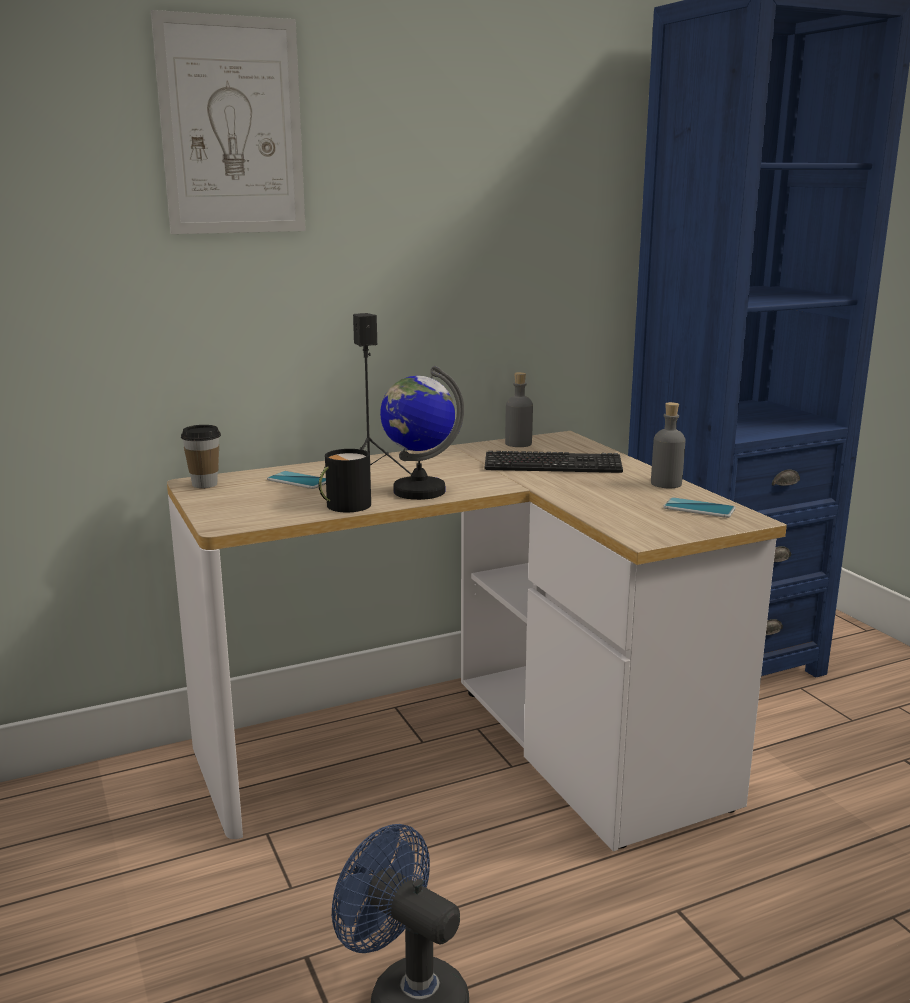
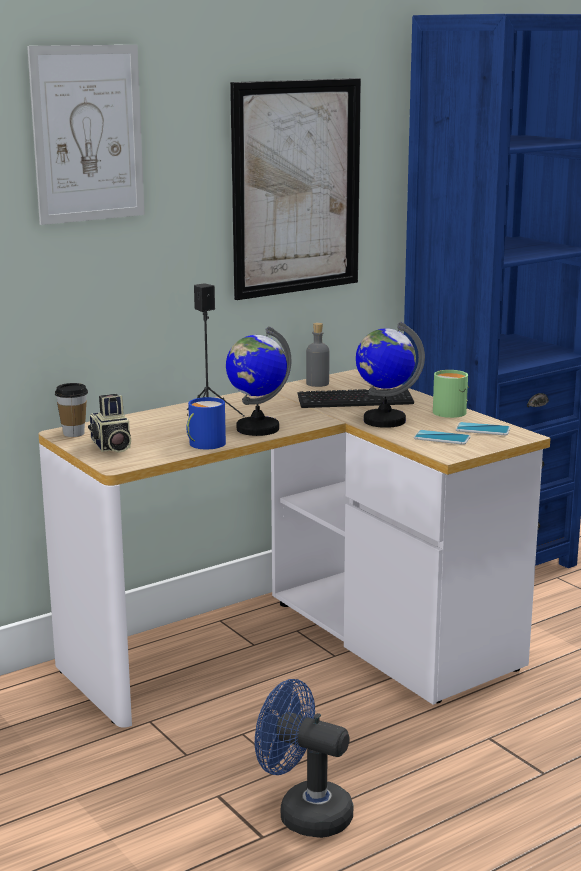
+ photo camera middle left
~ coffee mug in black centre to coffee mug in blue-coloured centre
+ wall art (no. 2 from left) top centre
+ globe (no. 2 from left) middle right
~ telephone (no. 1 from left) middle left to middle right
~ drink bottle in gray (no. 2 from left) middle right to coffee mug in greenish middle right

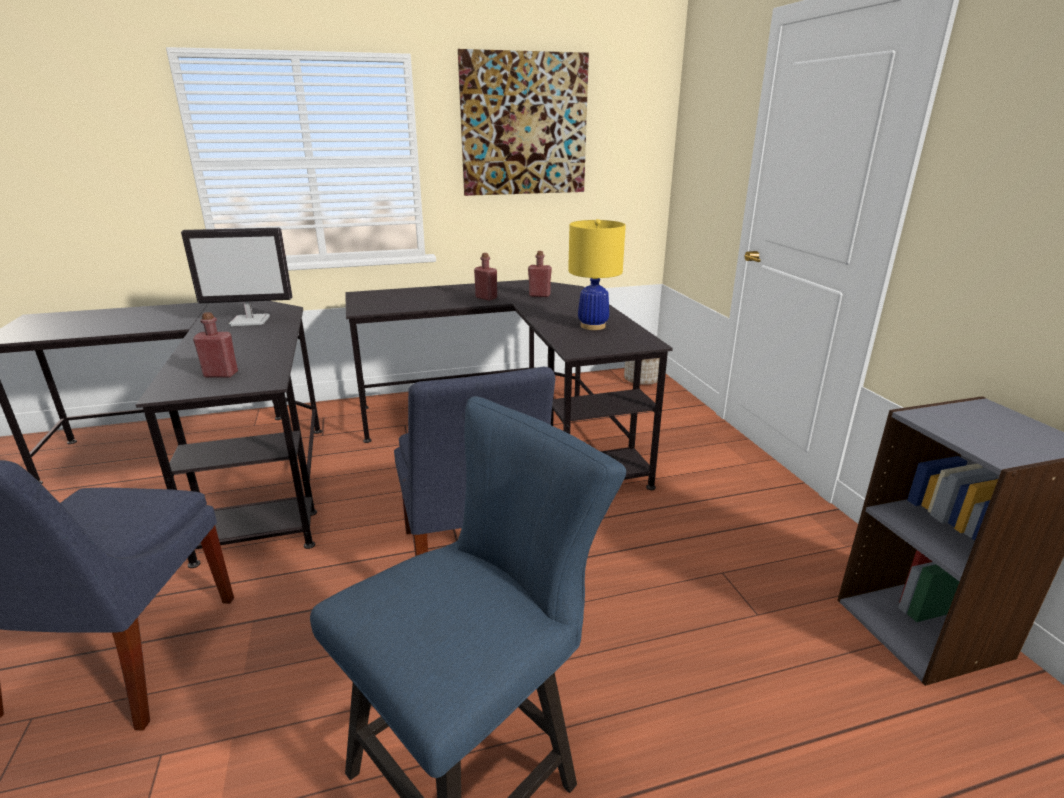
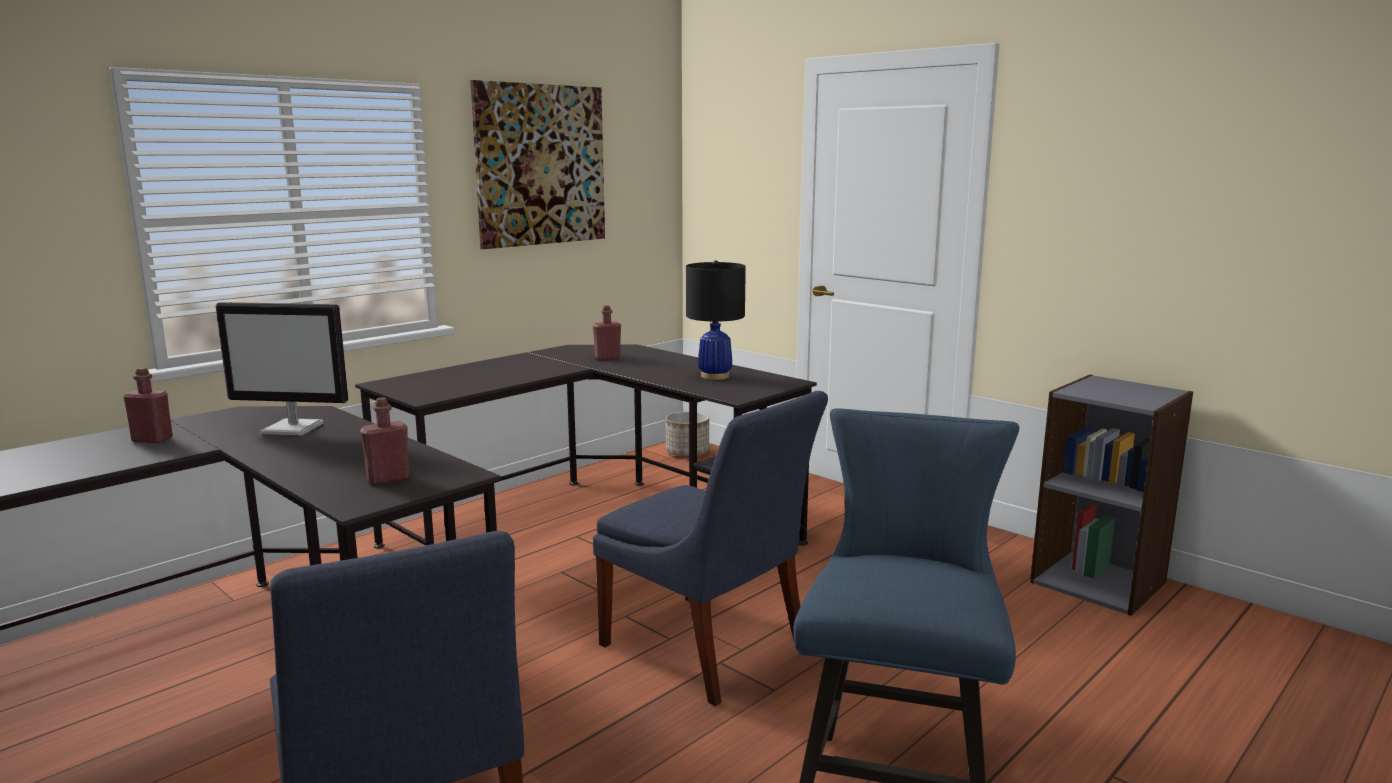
~ drink bottle in red (no. 2 from left in the first image) centre to drink bottle in red (no. 1 from left) middle left
~ computer display middle left = middle left 45 degrees clockwise
~ tabletop lamp in yellow centre to tabletop lamp in black centre

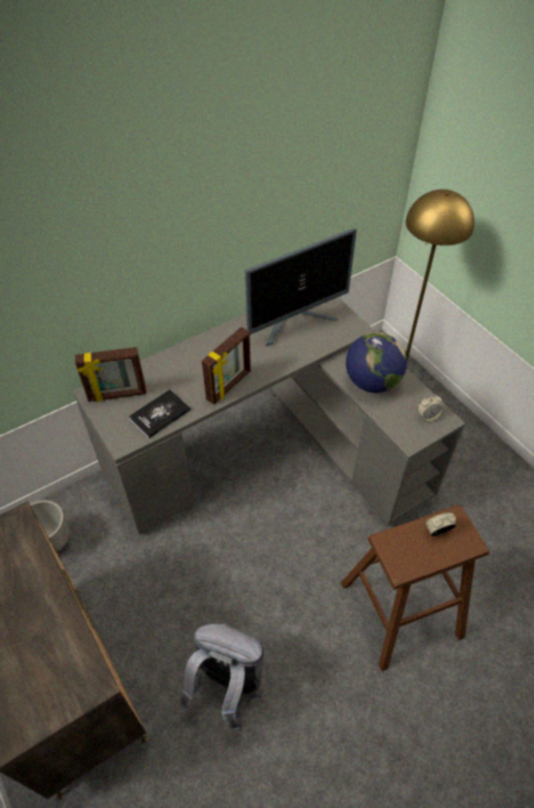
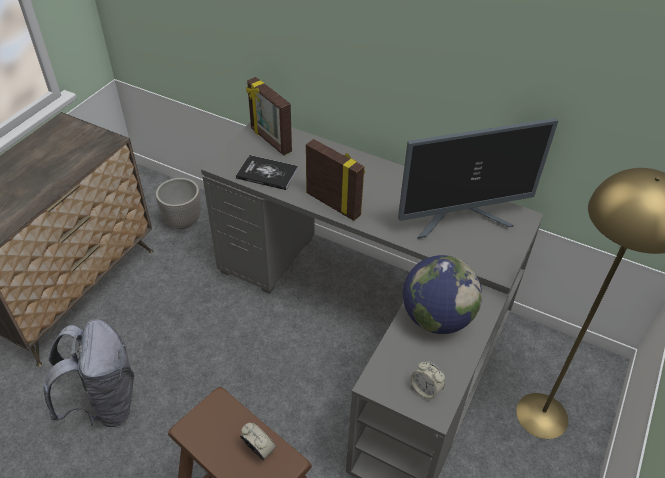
~ photo frame (no. 2 from left) centre = centre 150 degrees counterclockwise
~ computer display centre = middle right 45 degrees counterclockwise

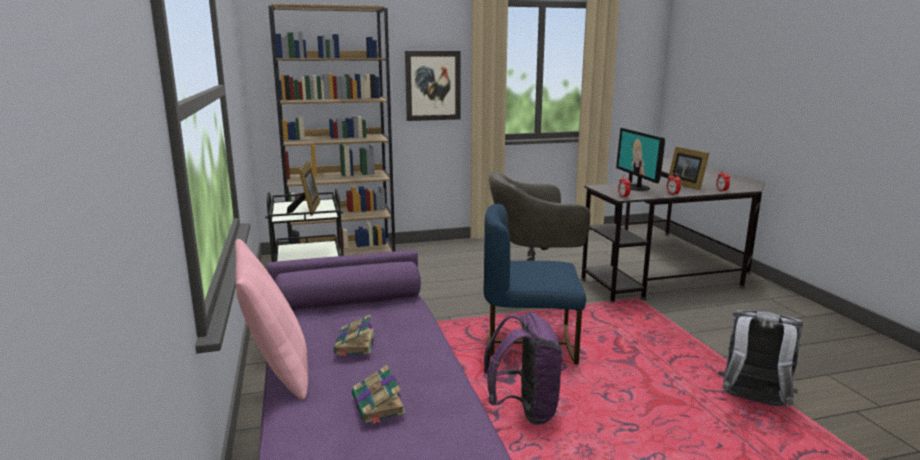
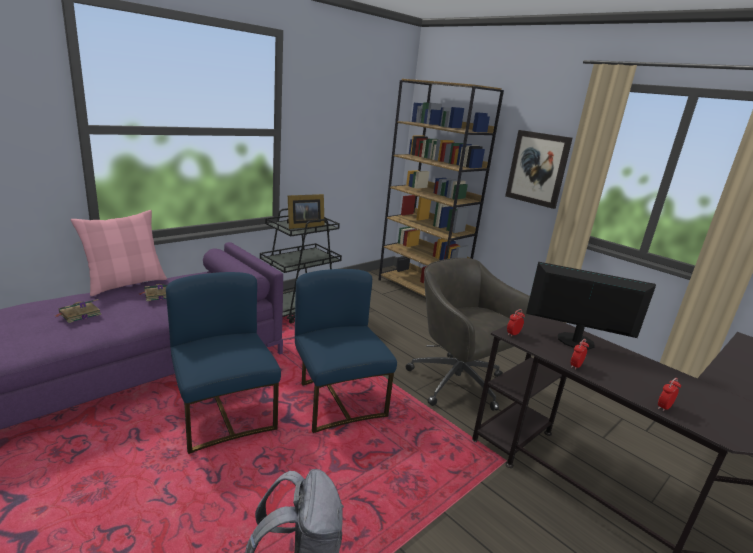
~ knapsack in purple bottom centre to plain chair in blue-coloured (no. 1 from left) middle left
~ computer display middle right = middle right 60 degrees clockwise
- photo frame (no. 2 from left) middle right

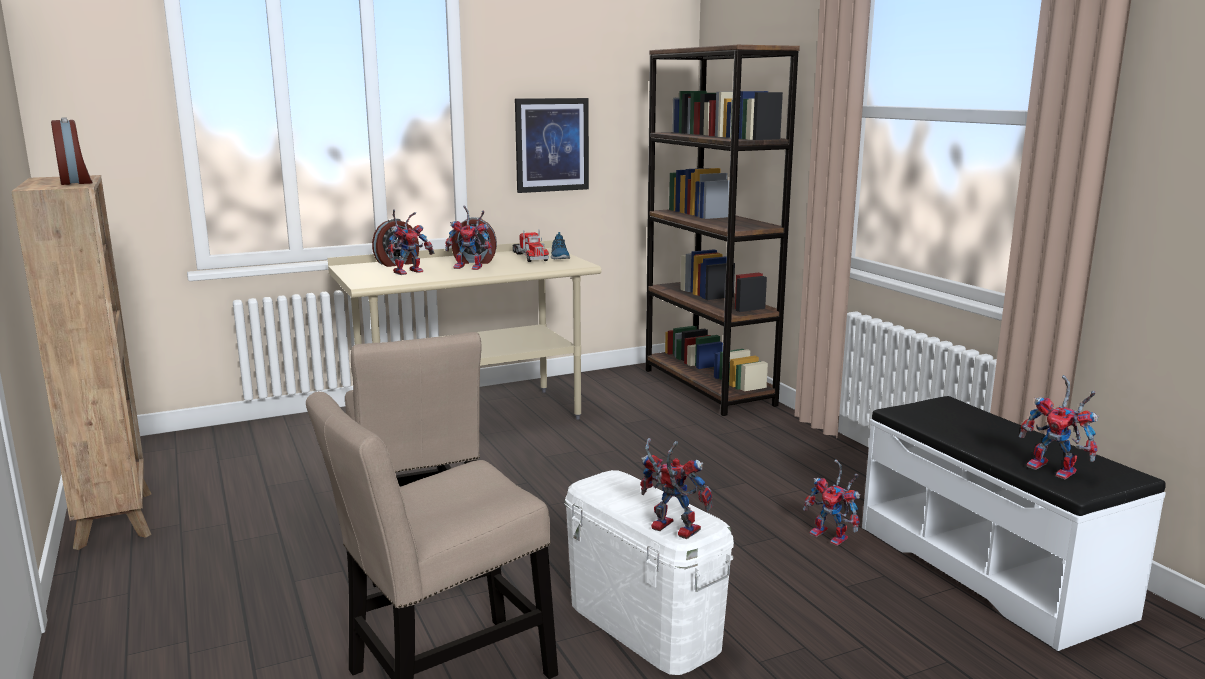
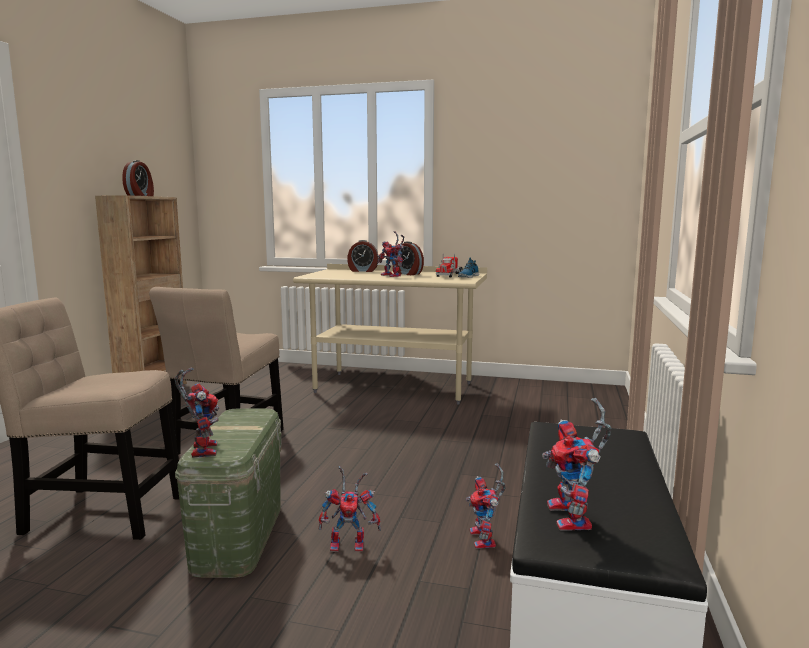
~ storage container in whitish bottom centre to storage container in greenish bottom left
~ robot figure (no. 1 from left in the first image) centre to robot figure (no. 2 from left) bottom centre
- wall art top centre
- shelving unit in brown (no. 2 from left) centre

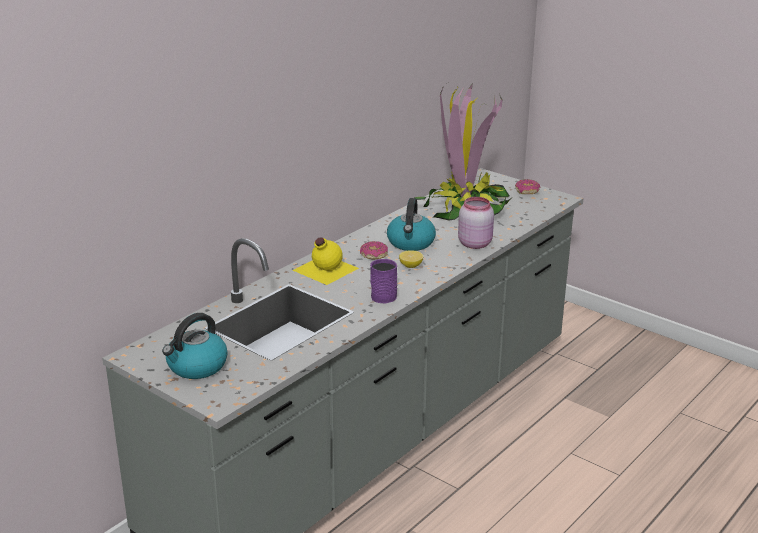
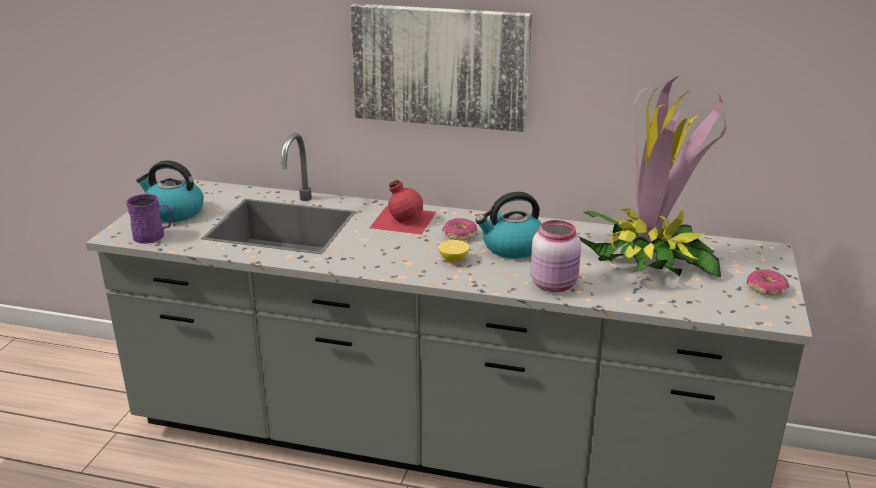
~ coffee mug in purple centre to middle left
+ wall art top centre
~ drink bottle in yellow centre to drink bottle in red centre

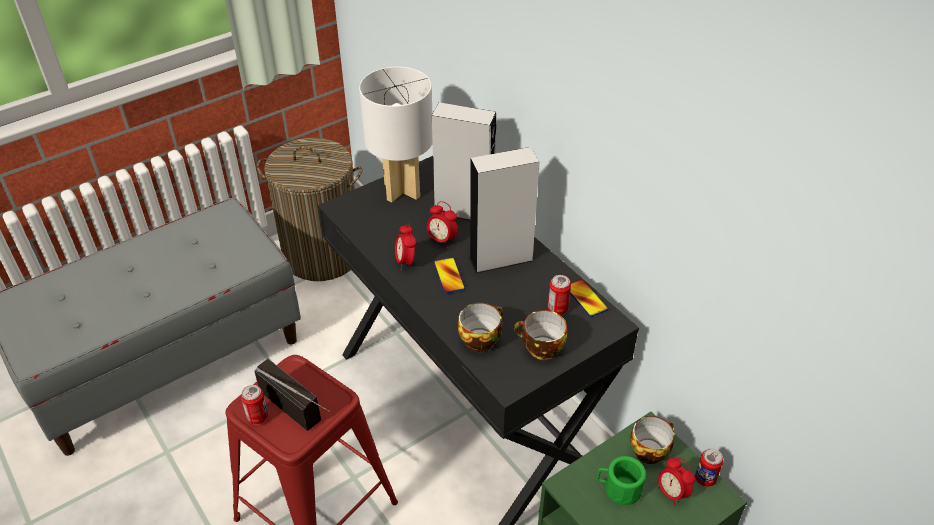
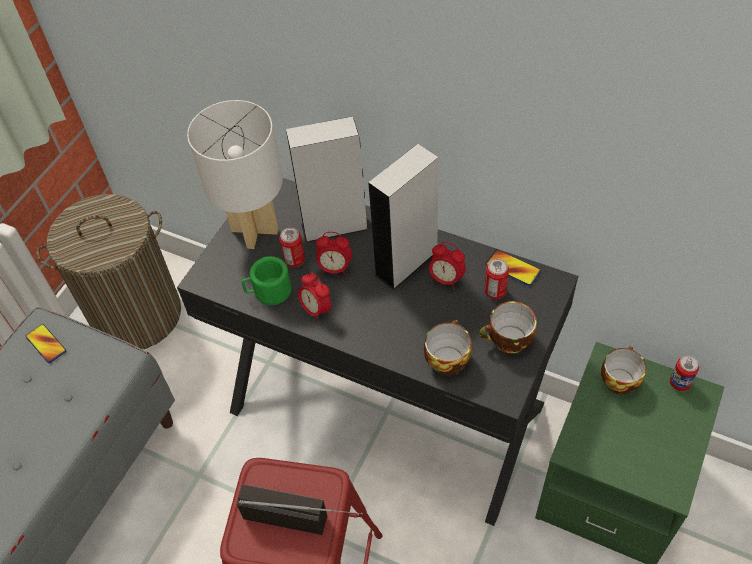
~ telephone (no. 1 from left) centre to middle left
~ coffee mug in greenish bottom centre to centre
~ sealed can (no. 1 from left) bottom left to centre
~ bedside clock (no. 3 from left) bottom right to centre

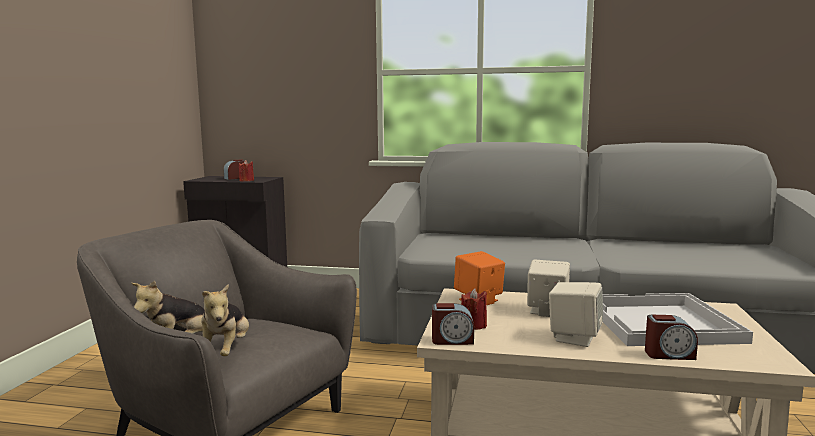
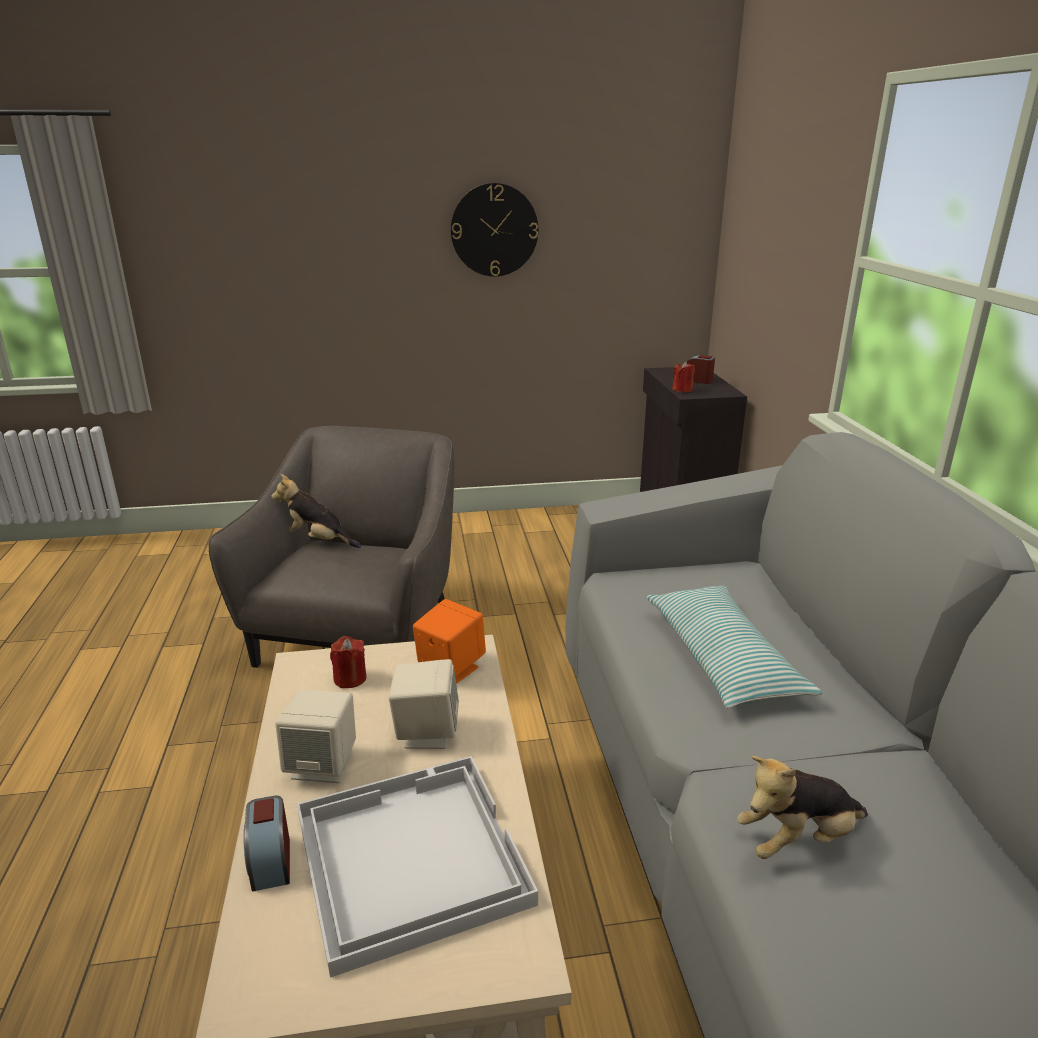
+ wall clock top centre
+ pillow middle right
~ plush toy (no. 2 from left) bottom left to bottom right
- bedside clock (no. 2 from left) bottom centre

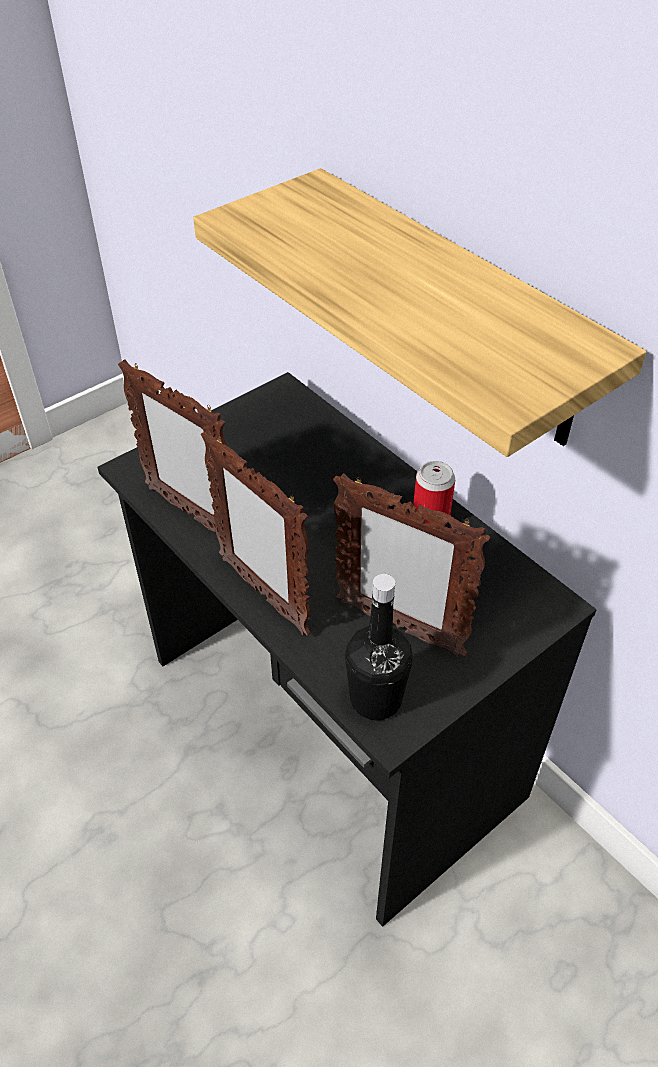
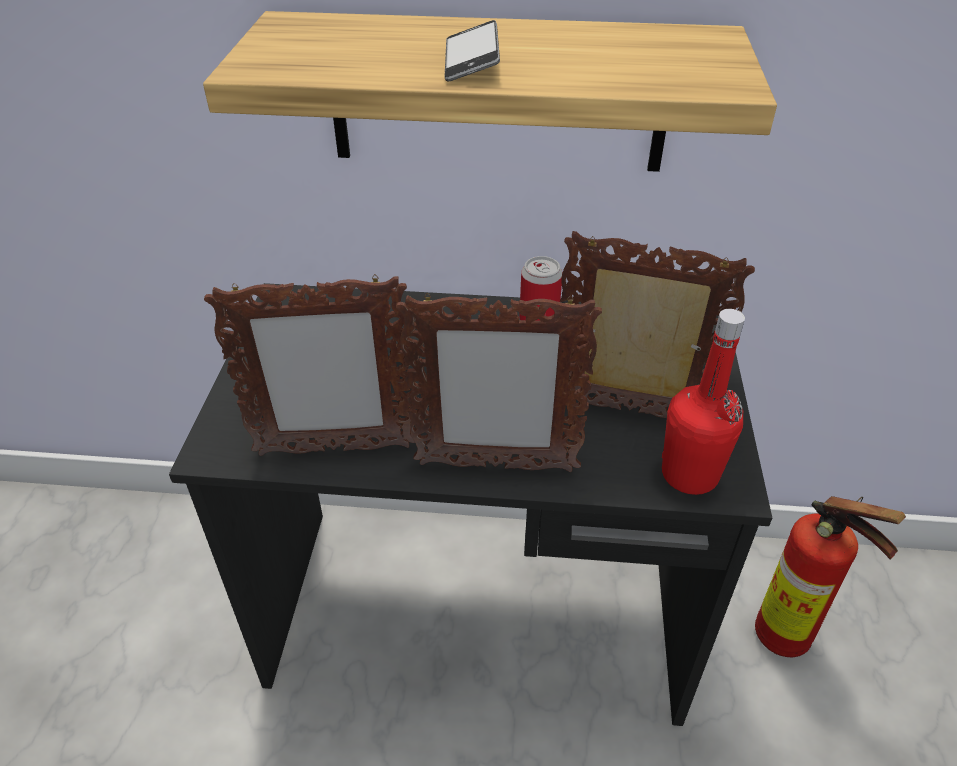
+ telephone top centre
~ photo frame (no. 3 from left) centre = middle right 150 degrees counterclockwise
~ drink bottle in black centre to drink bottle in red middle right
+ fire-fighting cylinder bottom right

